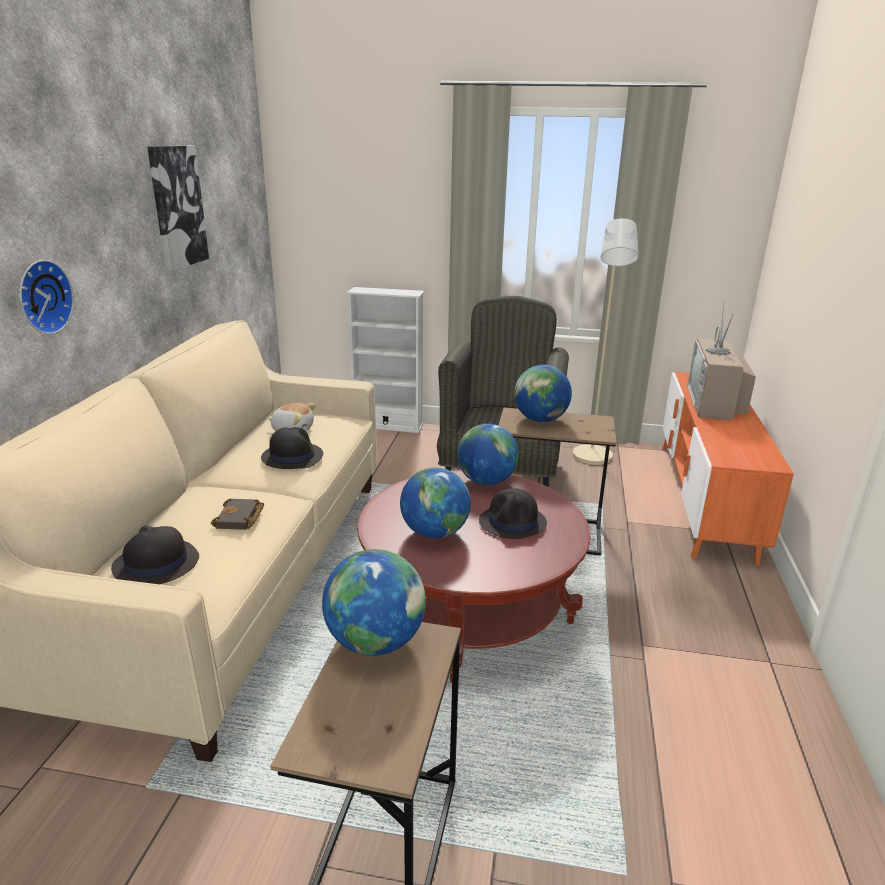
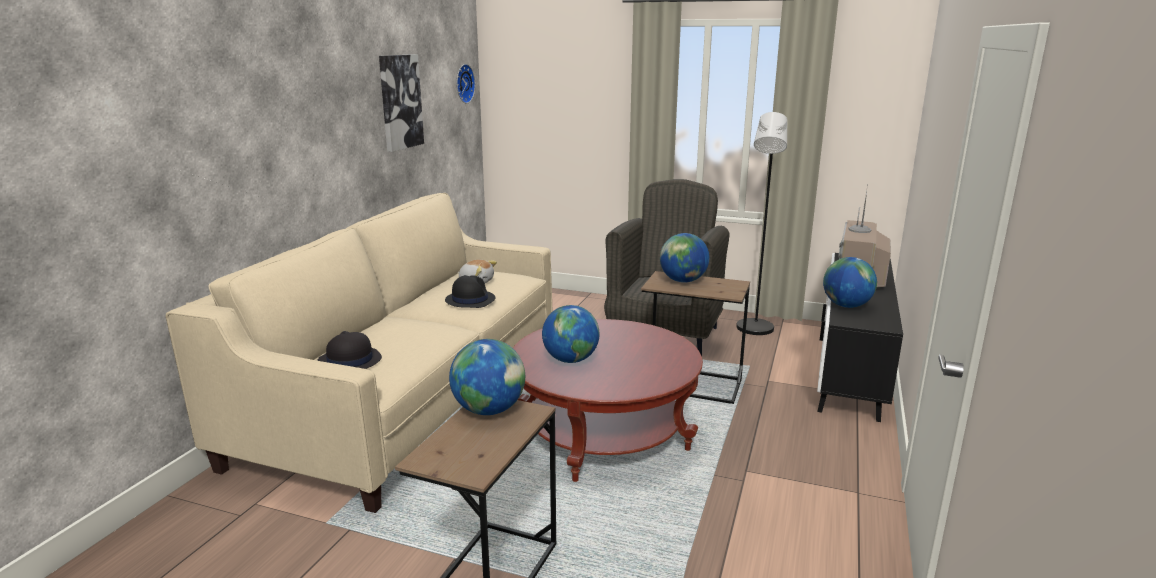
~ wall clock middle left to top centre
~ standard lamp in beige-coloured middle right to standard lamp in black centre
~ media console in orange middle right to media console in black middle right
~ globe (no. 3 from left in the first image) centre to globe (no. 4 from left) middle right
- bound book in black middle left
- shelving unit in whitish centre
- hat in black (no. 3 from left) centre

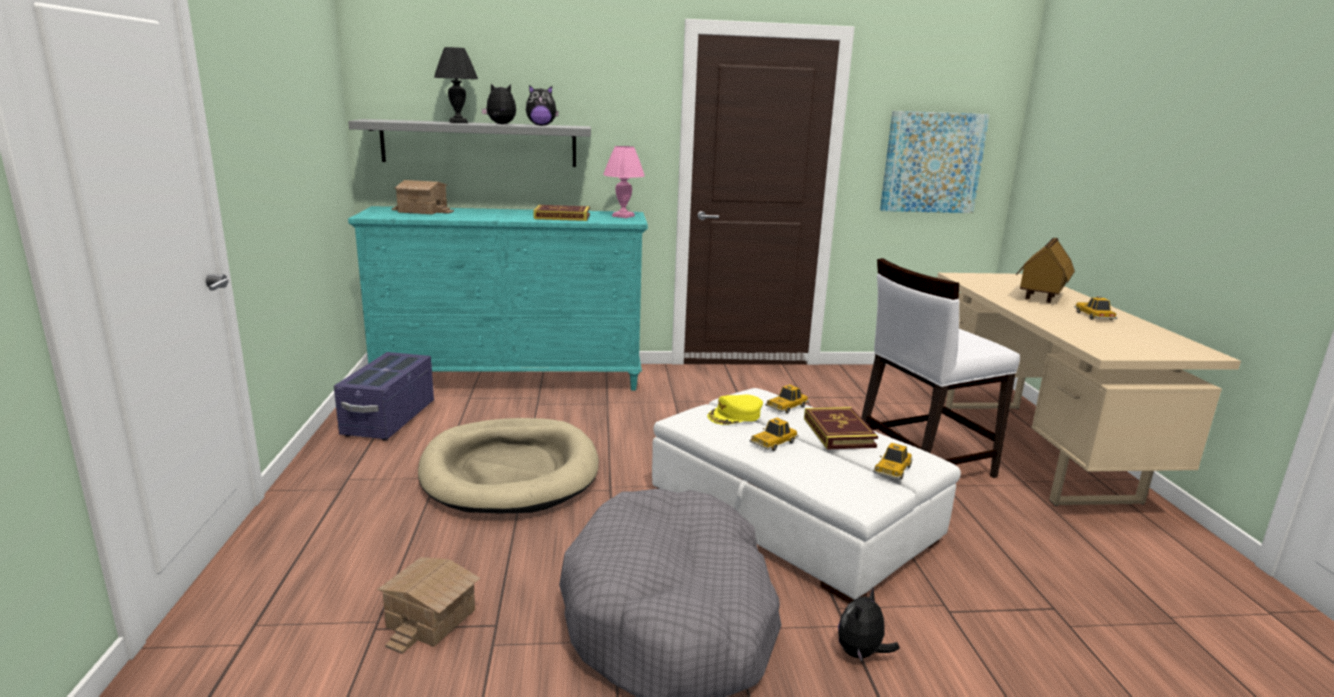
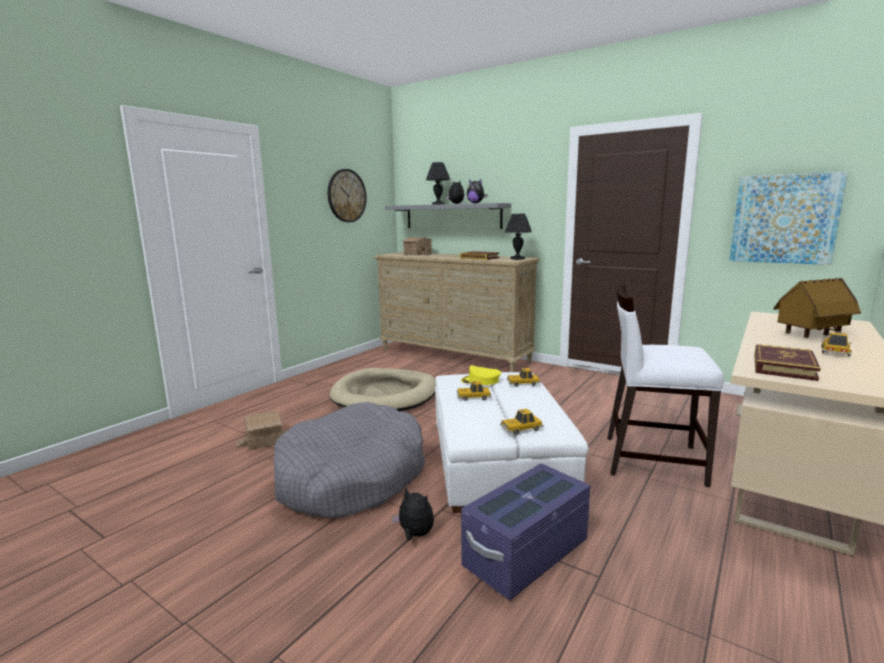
+ wall clock top centre
~ chest of drawers in turquoise centre to chest of drawers in beige-coloured centre
~ plush toy (no. 3 from left in the first image) bottom centre = bottom centre 45 degrees clockwise
~ storage container in purple middle left to bottom centre
~ tabletop lamp in pinkish top centre to tabletop lamp in black (no. 2 from left) centre
~ bound book (no. 2 from left) centre to middle right

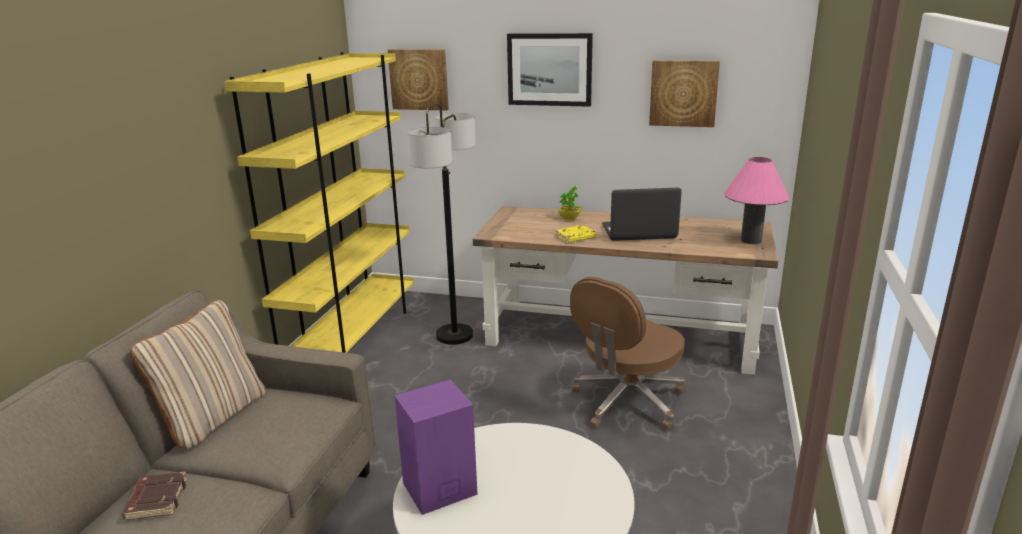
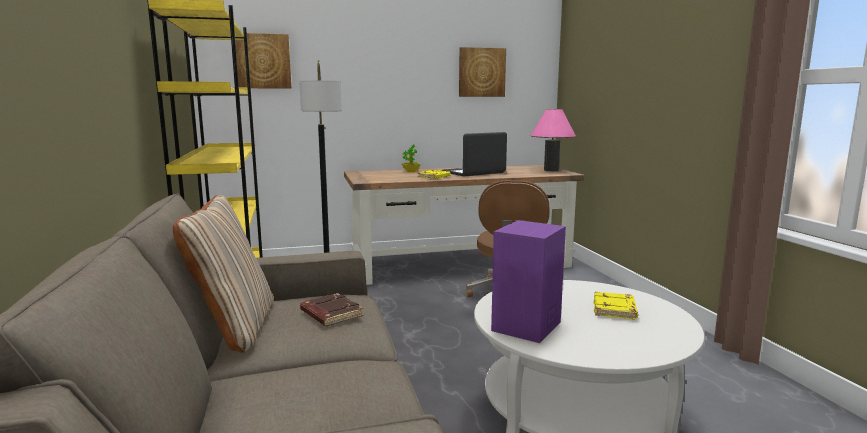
~ bound book in brown bottom left to bottom centre
+ bound book in yellow (no. 2 from left) bottom right
- wall art (no. 2 from left) top centre

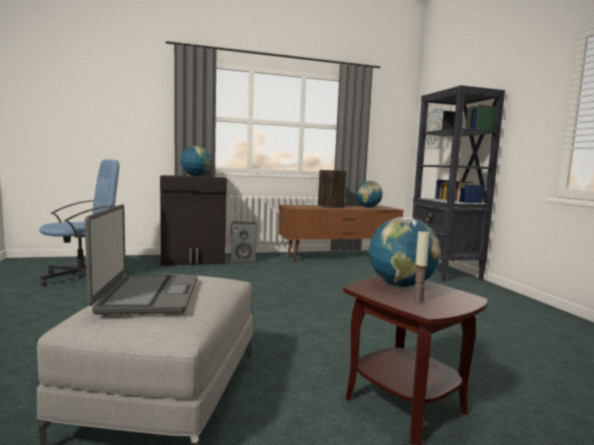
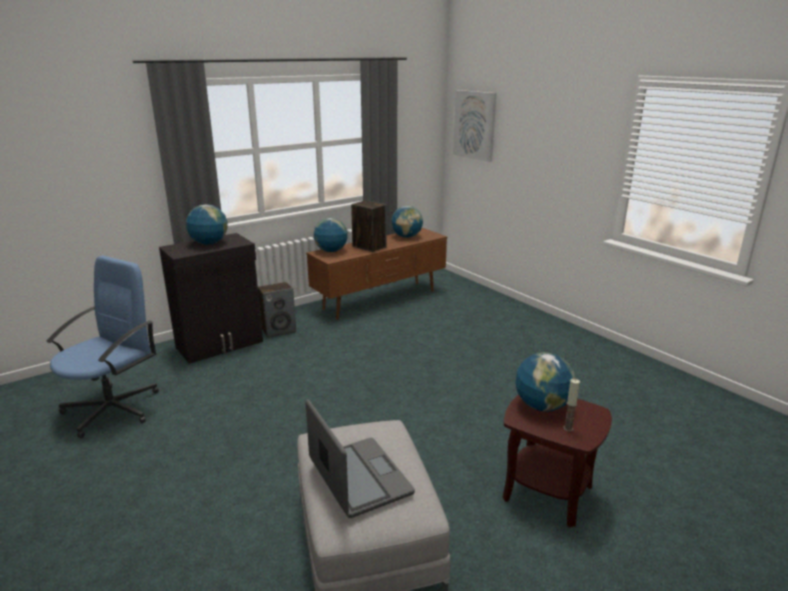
+ globe (no. 2 from left) centre
- shelving unit in black middle right

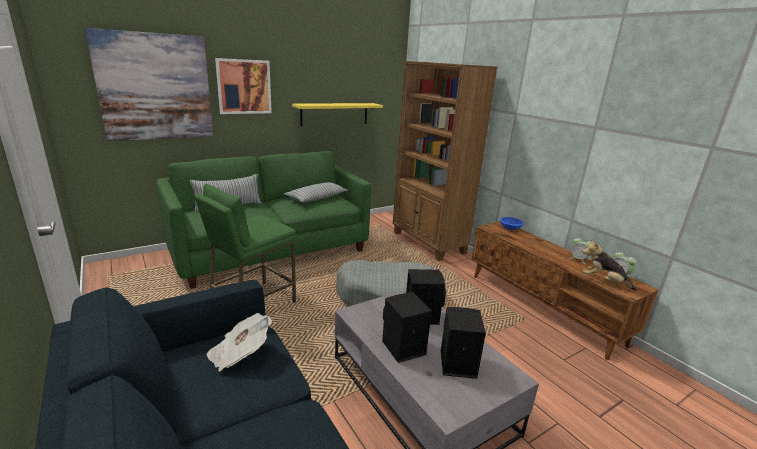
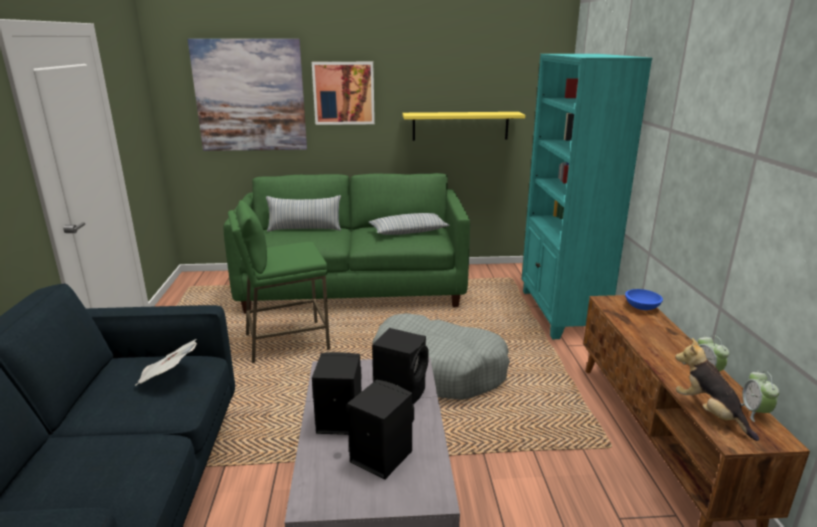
~ shelving unit in brown centre to shelving unit in turquoise middle right

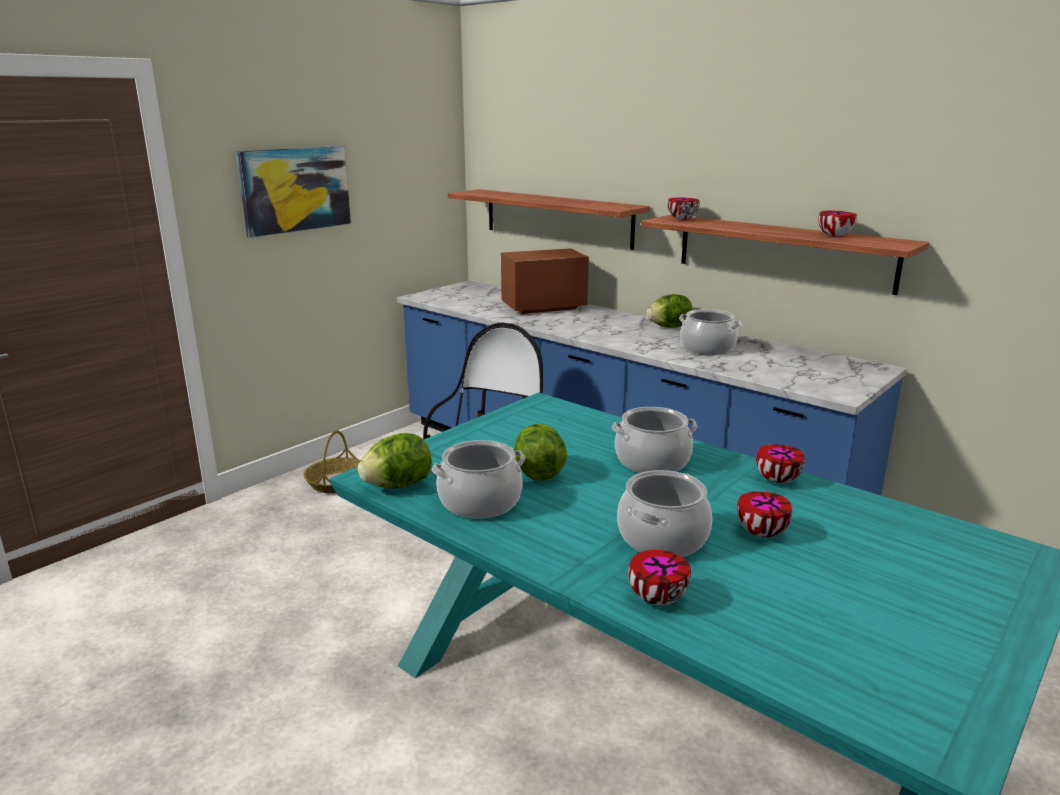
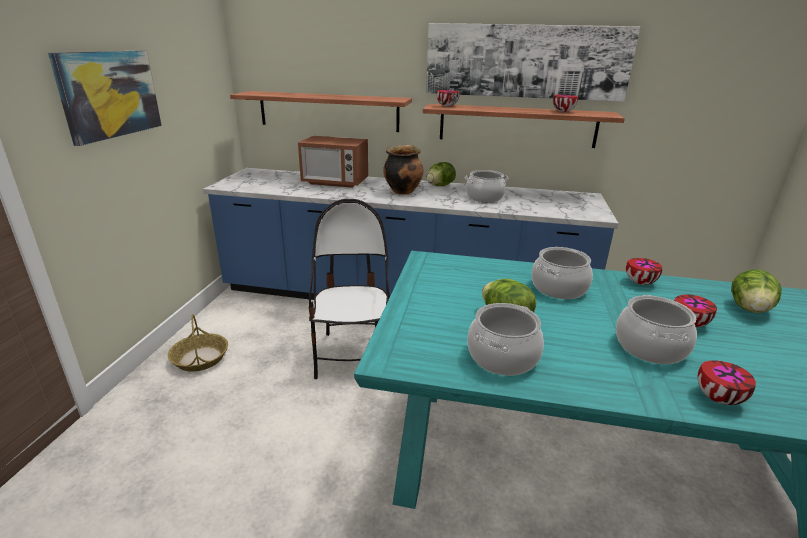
~ microwave centre = top centre 120 degrees counterclockwise
+ cooking pot (no. 1 from left) top centre
+ wall art (no. 2 from left) top centre
~ lettuce (no. 1 from left in the first image) centre to lettuce (no. 3 from left) middle right

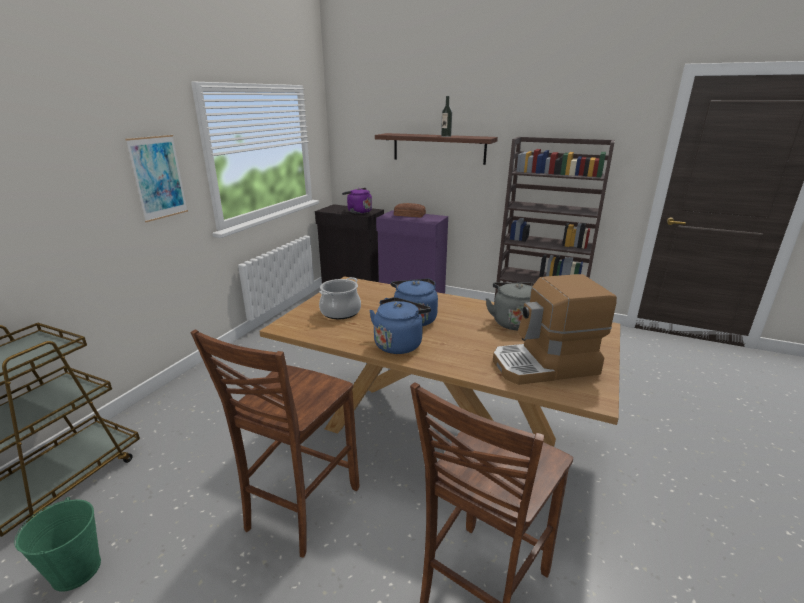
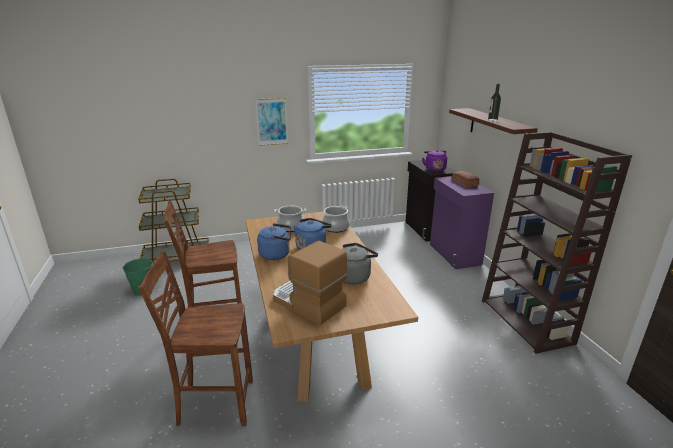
+ cooking pot (no. 2 from left) centre

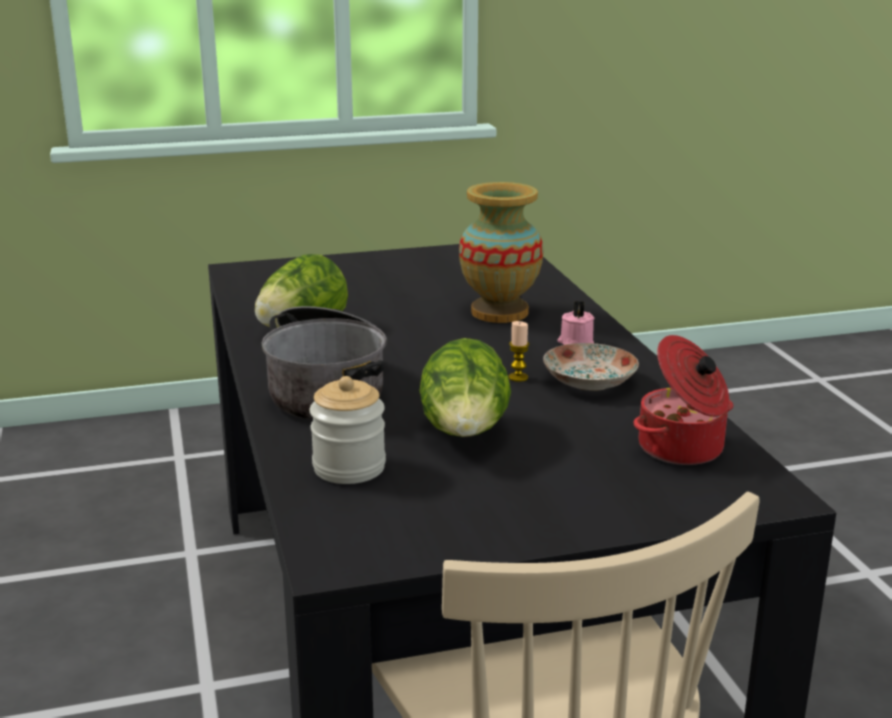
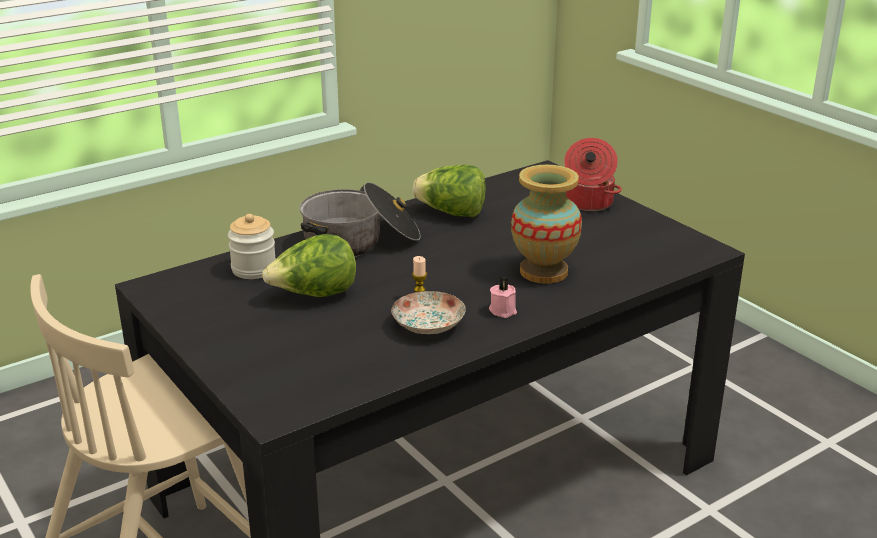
~ cooking pot (no. 2 from left) middle right to top right

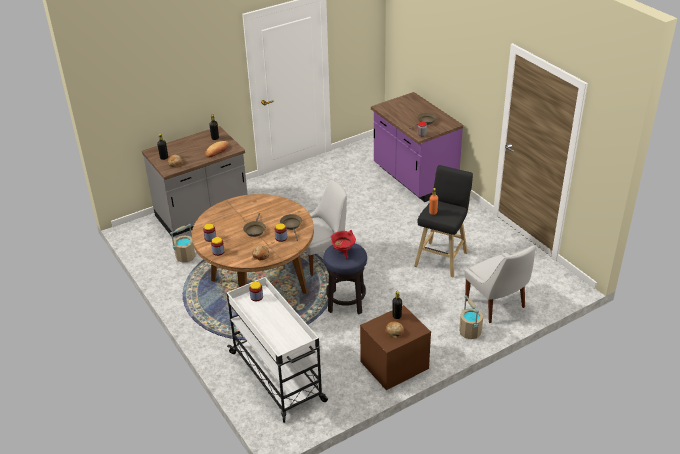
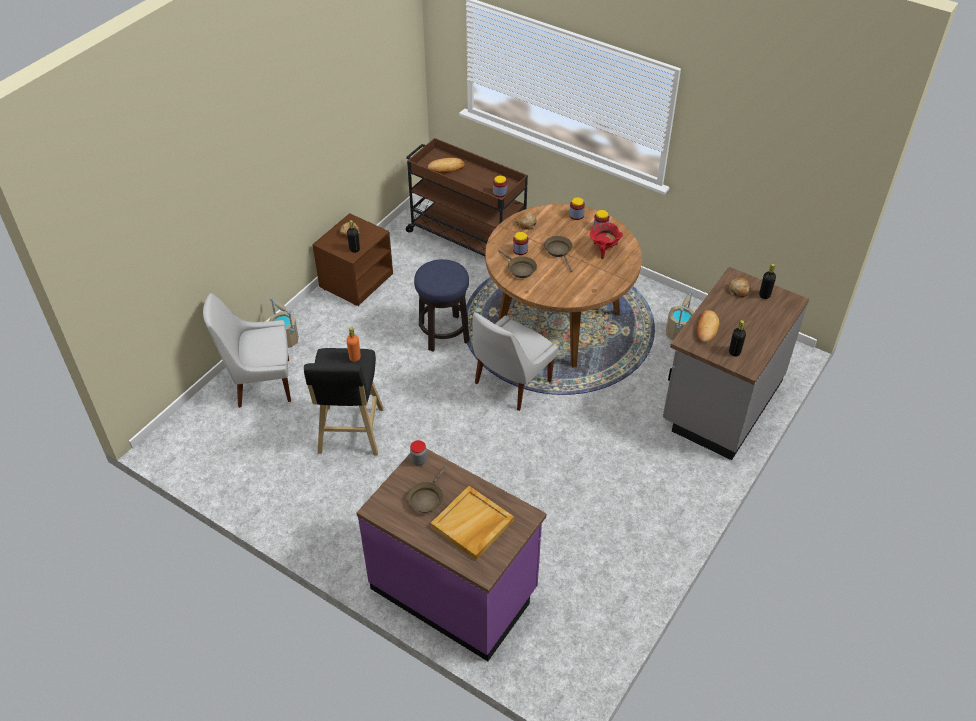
~ plain chair in whitish (no. 2 from left in the first image) middle right = middle left 45 degrees counterclockwise
~ trolley in whitish bottom centre to trolley in brown top centre
+ bakery bread (no. 2 from left) top centre
+ carrying tray in beige-coloured bottom centre
~ cooking pot in red centre to top centre

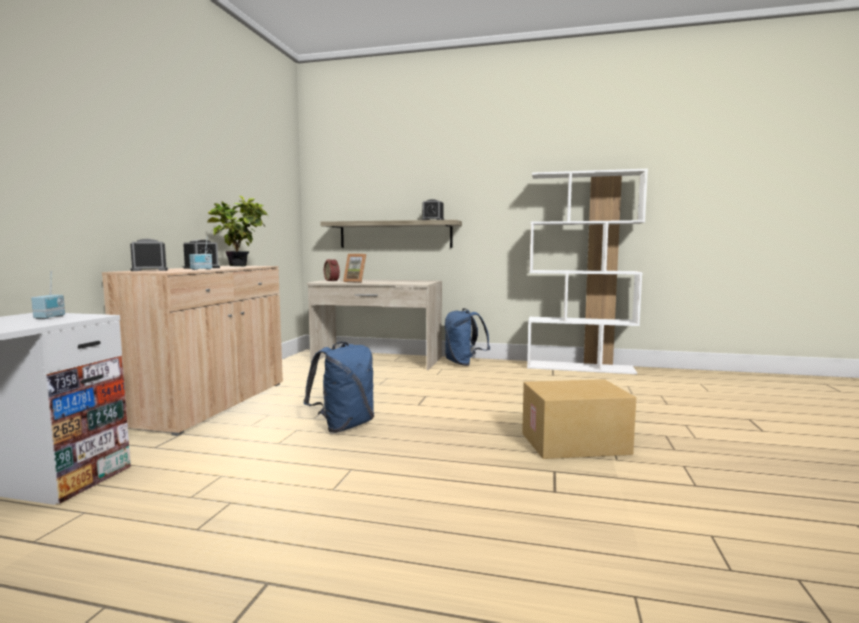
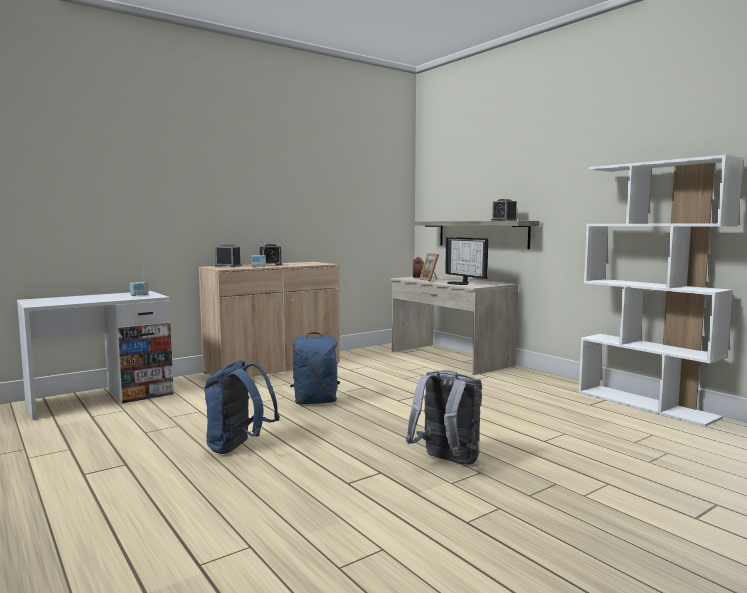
~ knapsack in blue-coloured (no. 2 from left in the first image) centre to knapsack in blue-coloured (no. 1 from left) bottom left
~ carton bottom right to knapsack in gray bottom centre
+ computer display centre
- potted plant middle left

